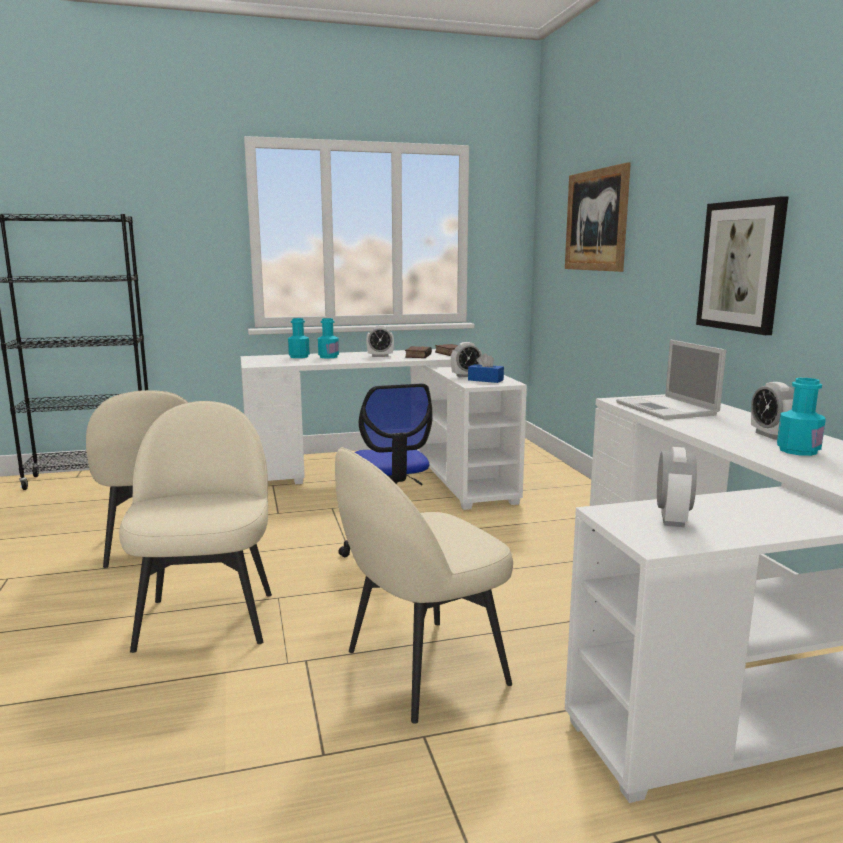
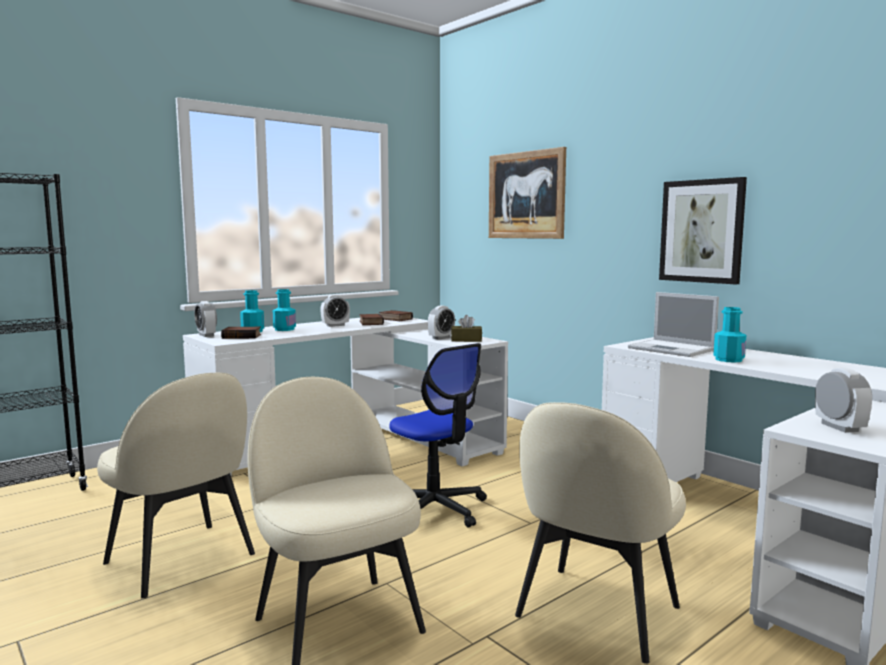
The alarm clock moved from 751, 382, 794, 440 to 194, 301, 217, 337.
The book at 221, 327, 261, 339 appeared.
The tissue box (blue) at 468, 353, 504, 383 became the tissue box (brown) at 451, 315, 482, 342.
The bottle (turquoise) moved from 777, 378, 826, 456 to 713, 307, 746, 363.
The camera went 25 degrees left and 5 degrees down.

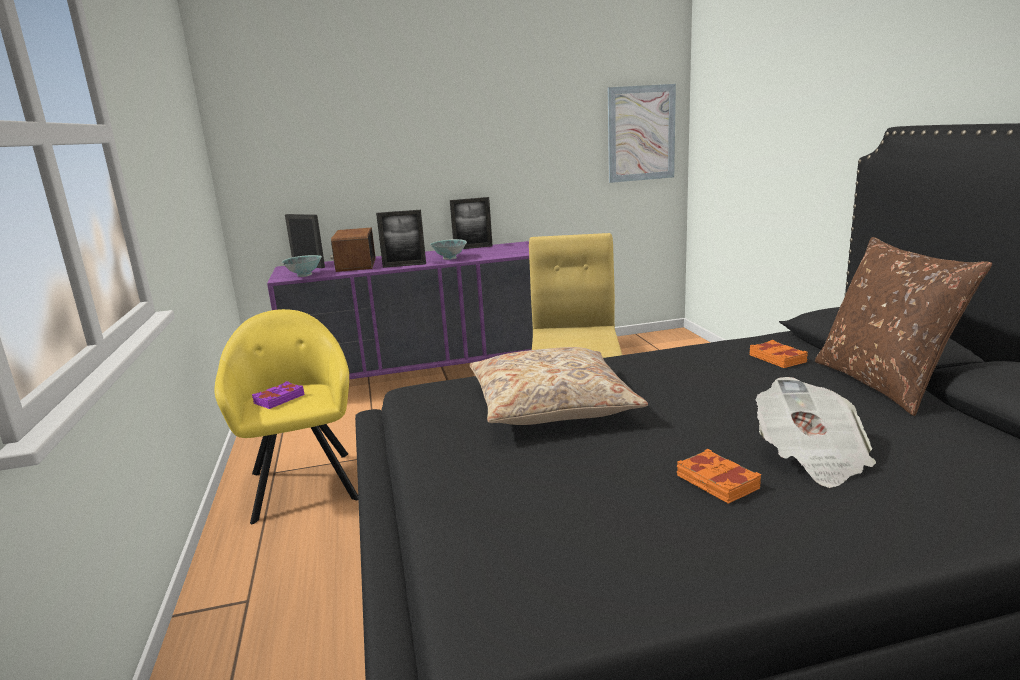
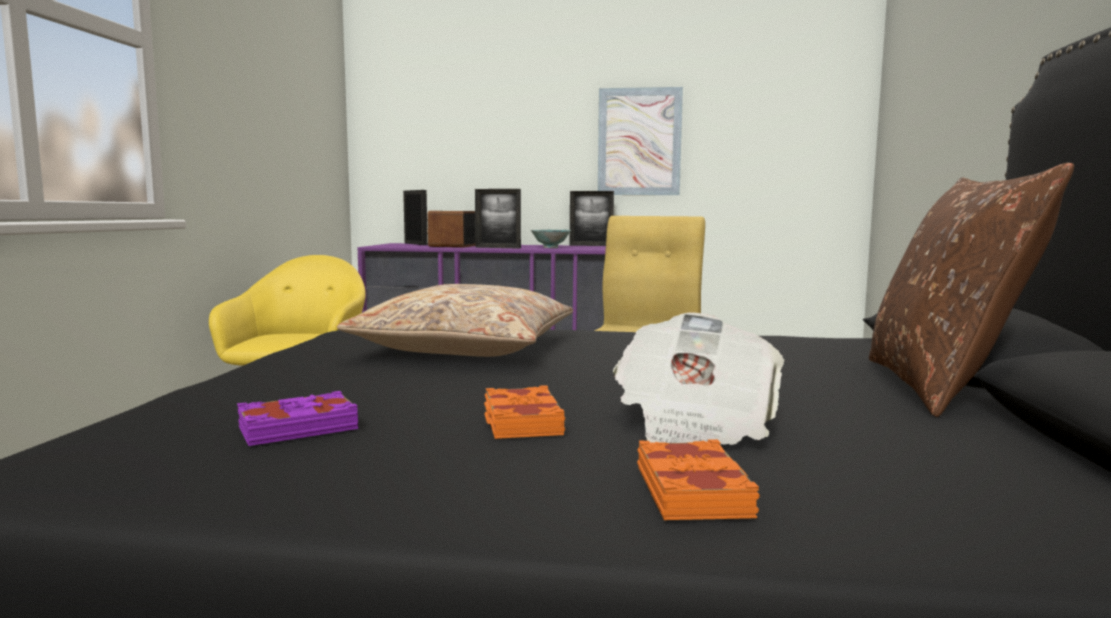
The book (purple) moved from 252, 381, 304, 409 to 237, 391, 358, 446.
The picture moved from 608, 84, 676, 183 to 598, 87, 683, 195.
The book (orange) moved from 750, 340, 808, 368 to 637, 439, 760, 520.
The bowl at 282, 255, 322, 277 disappeared.
The camera went 20 degrees right and 10 degrees down.

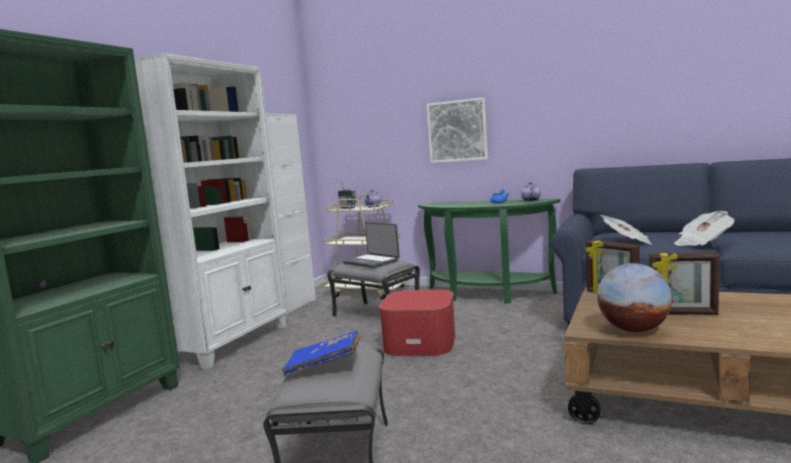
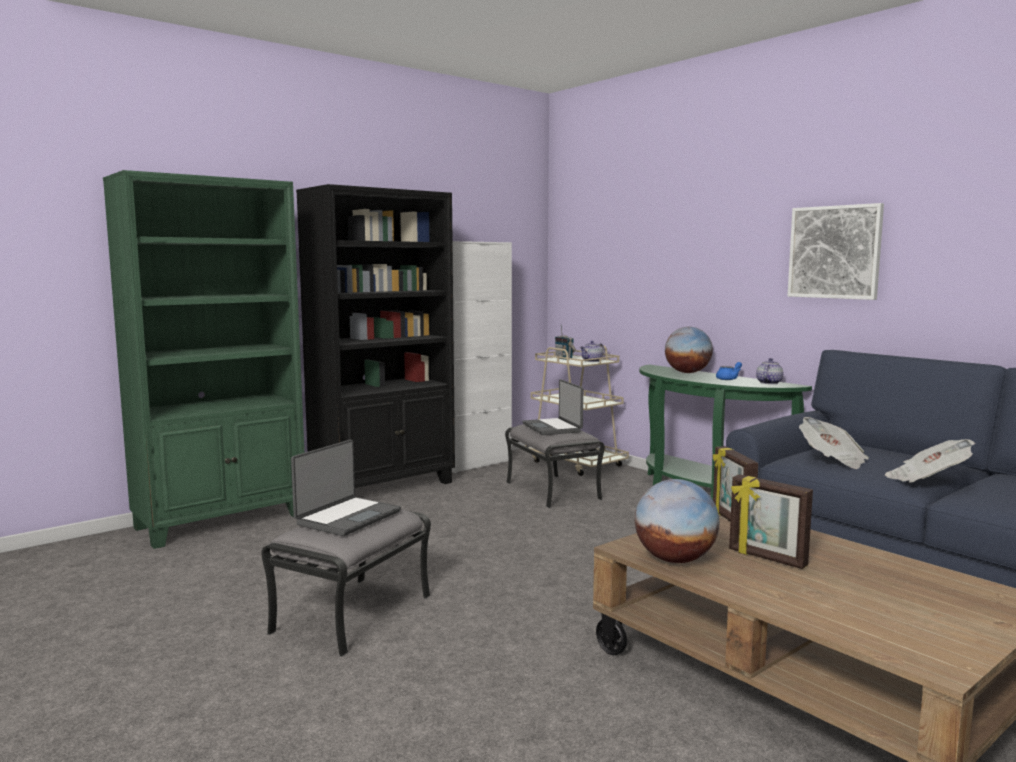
The book (blue) at 282, 330, 360, 377 was replaced by the laptop at 291, 440, 401, 536.
The bookcase (white) at 134, 53, 288, 370 became the bookcase (black) at 296, 184, 455, 488.
The globe at 665, 327, 713, 373 appeared.
The picture moved from 427, 97, 488, 163 to 787, 203, 884, 300.
The ottoman at 379, 290, 456, 356 disappeared.
The camera went 25 degrees right and 0 degrees up.

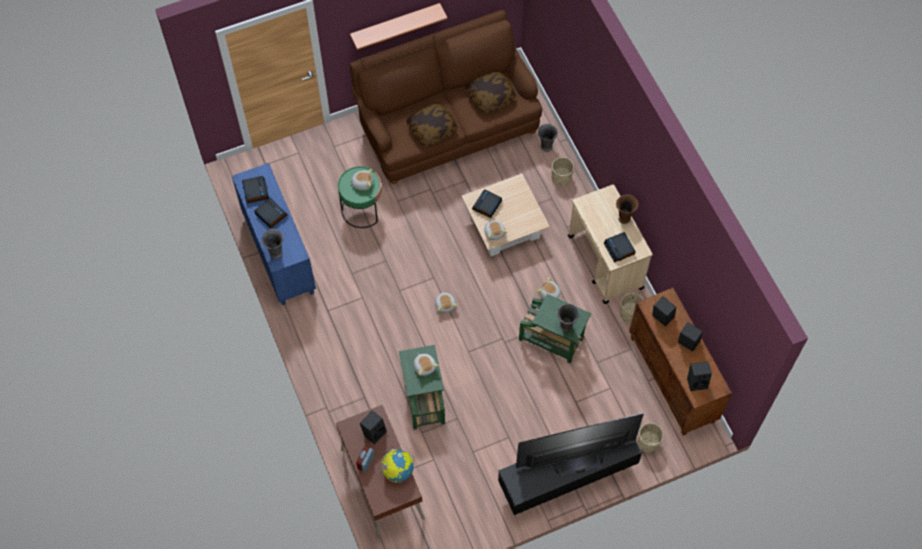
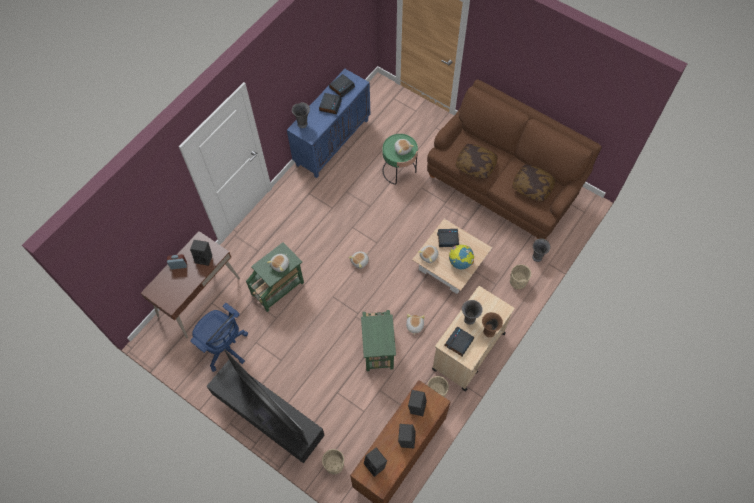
The office chair (blue) at 190, 303, 248, 372 appeared.
The globe moved from 380, 449, 414, 483 to 449, 245, 474, 269.
The vase (grey) moved from 557, 304, 580, 332 to 462, 300, 483, 325.
The shelf at 350, 3, 448, 50 disappeared.
The camera went 60 degrees right and 0 degrees up.

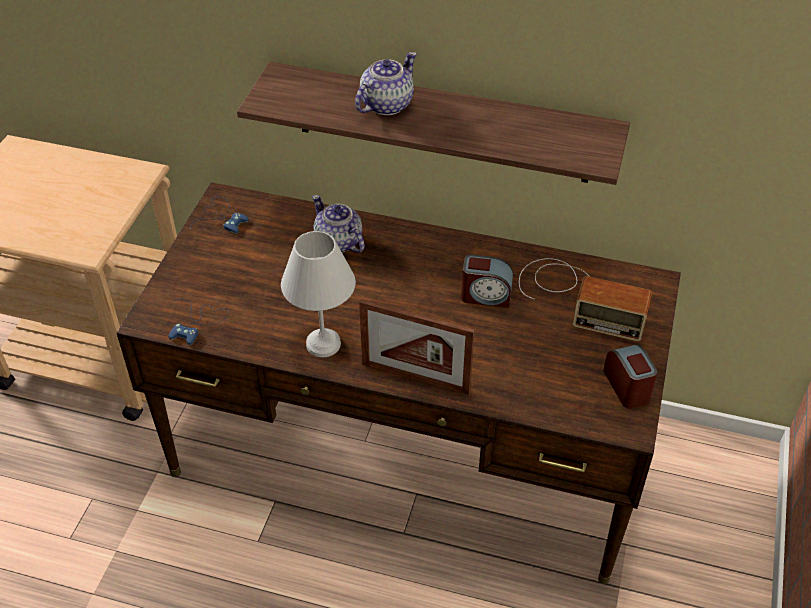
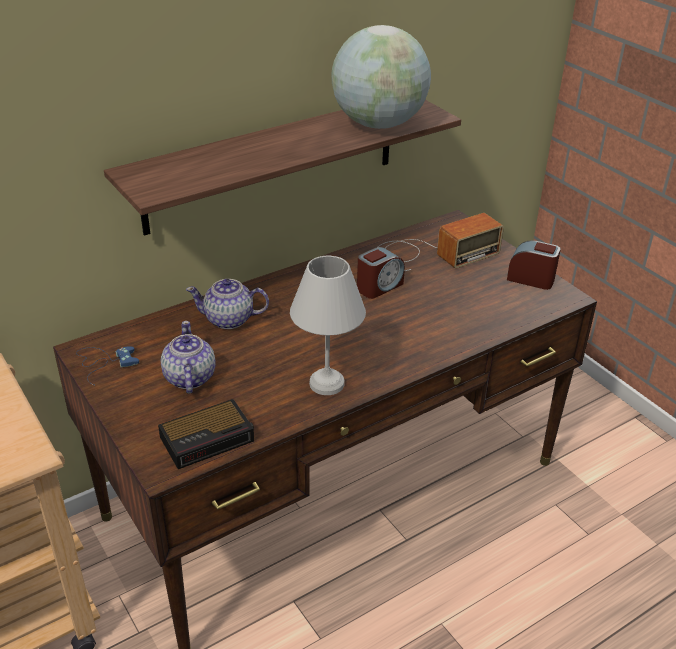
The game controller (blue) at 168, 299, 229, 345 was replaced by the alarm clock at 158, 399, 254, 469.
The teapot moved from 355, 52, 417, 115 to 161, 321, 216, 394.
The globe at 331, 25, 431, 129 appeared.
The picture frame at 359, 299, 475, 395 disappeared.
The camera went 50 degrees left and 10 degrees down.

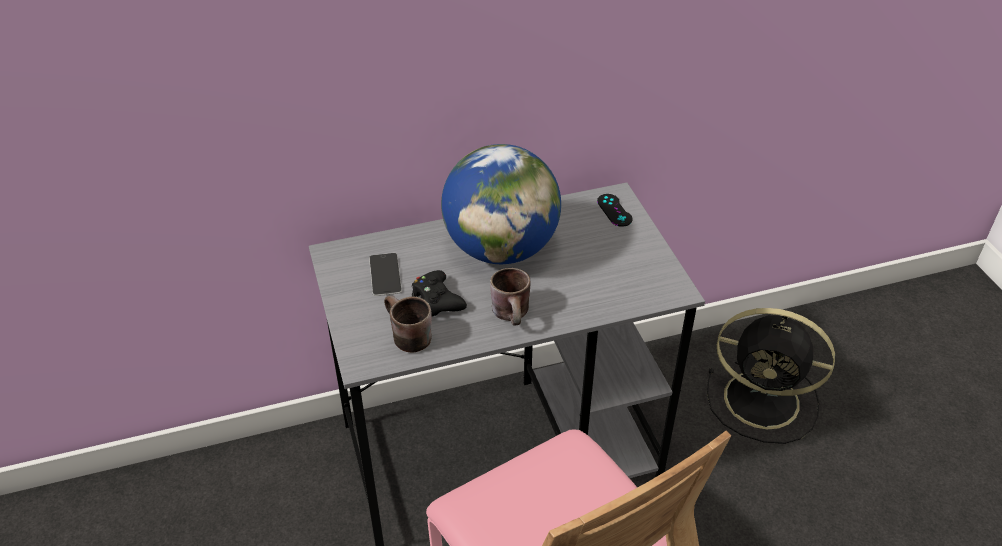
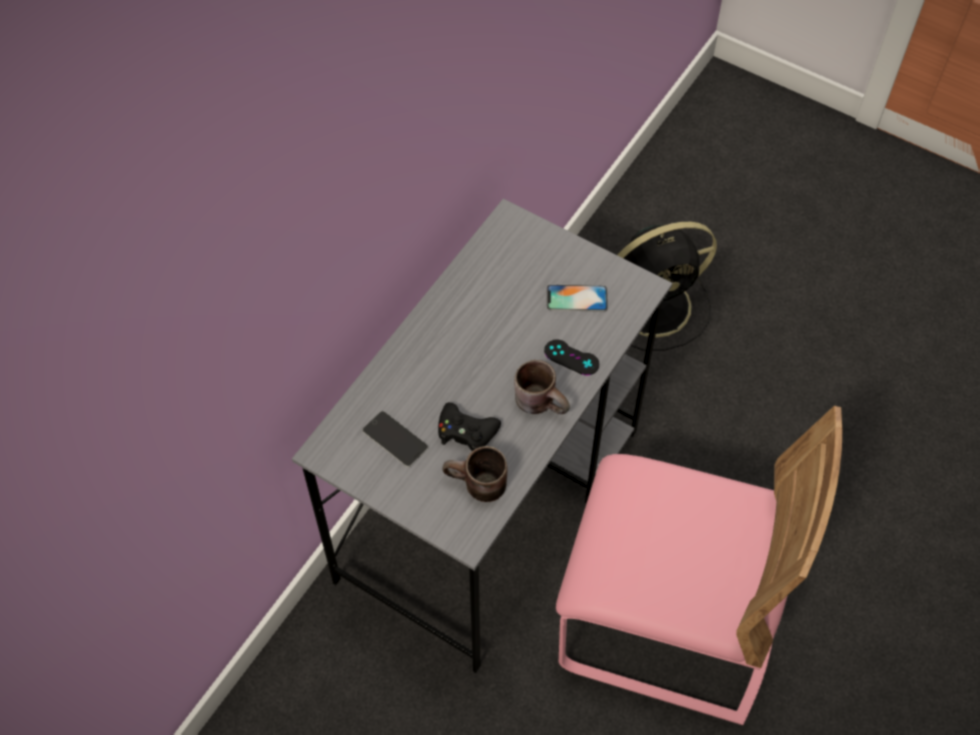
The game controller (black) moved from 597, 194, 633, 227 to 544, 340, 599, 375.
The phone at 547, 284, 608, 312 appeared.
The globe at 441, 144, 561, 264 disappeared.
The camera went 40 degrees left and 15 degrees up.

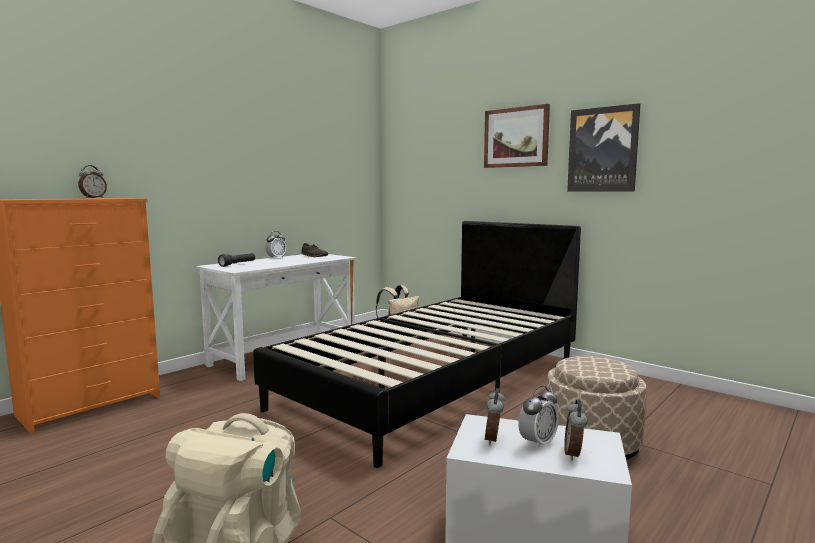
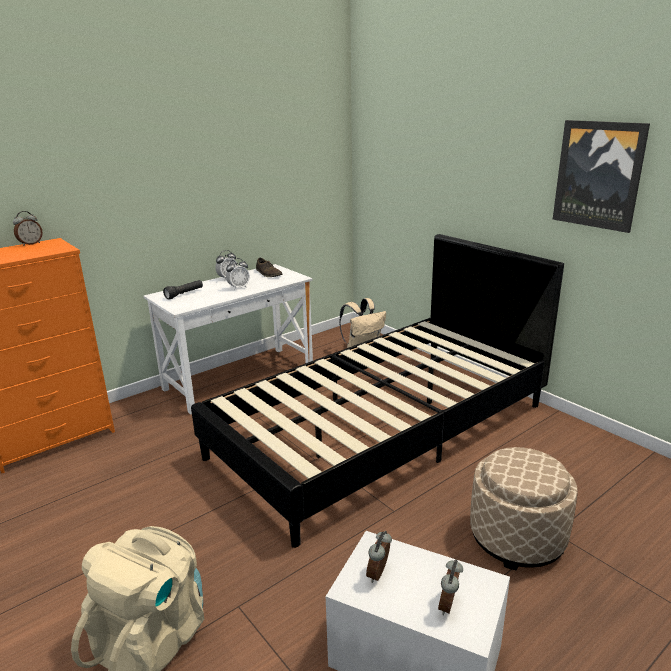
The alarm clock moved from 518, 385, 559, 450 to 226, 258, 250, 290.
The picture at 484, 104, 550, 168 disappeared.
The camera went 10 degrees right and 15 degrees up.

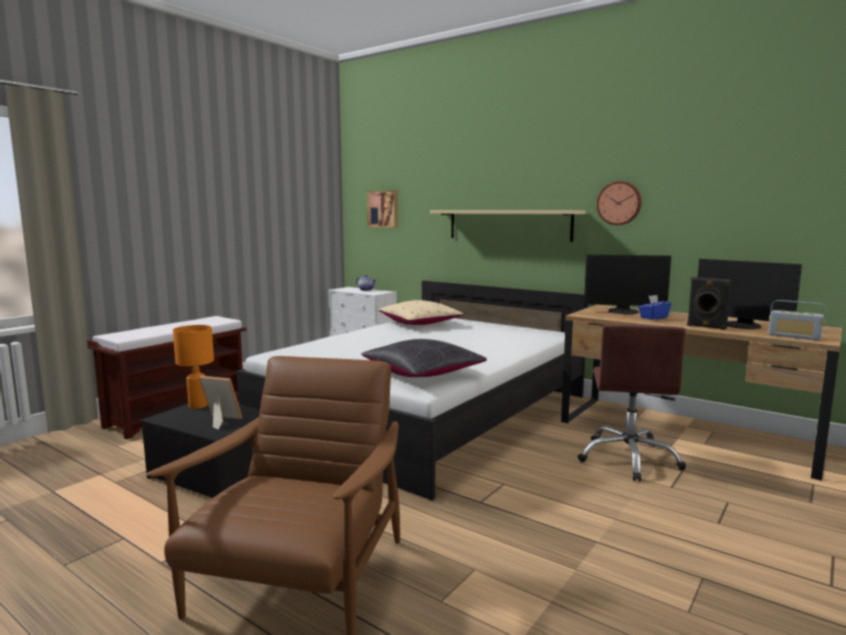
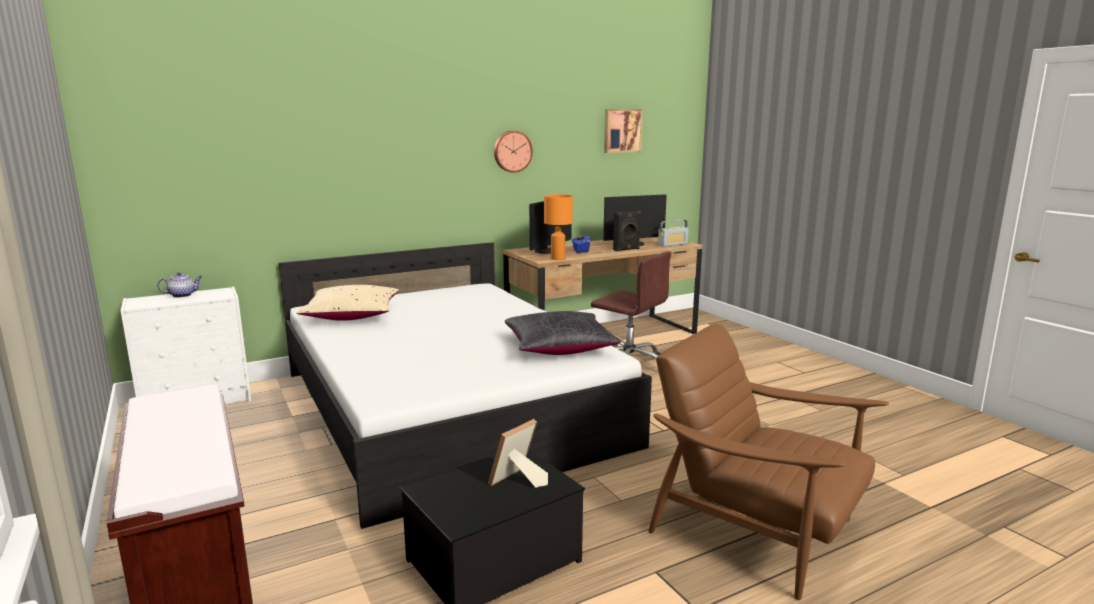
The table lamp (orange) moved from 173, 325, 214, 409 to 544, 194, 573, 260.
The picture moved from 367, 190, 398, 228 to 604, 109, 643, 153.
The shelf (beige) at 430, 210, 586, 242 disappeared.
The camera went 65 degrees left and 5 degrees up.

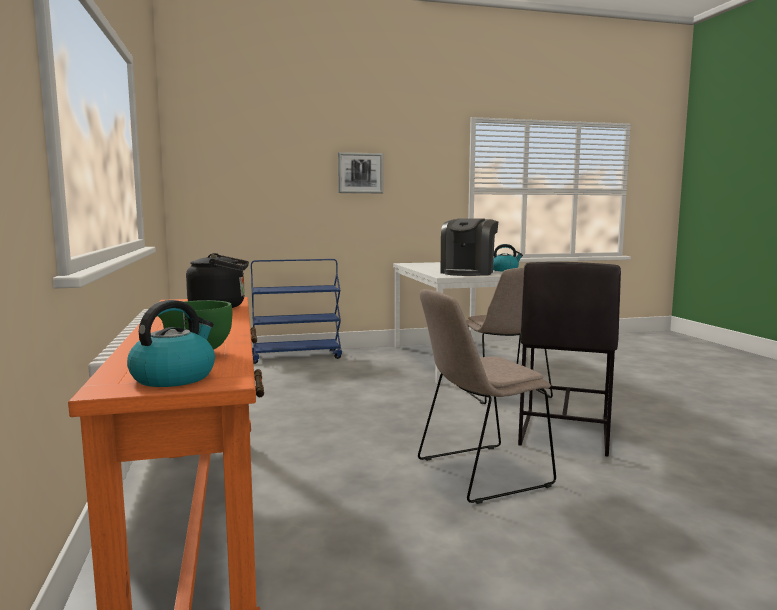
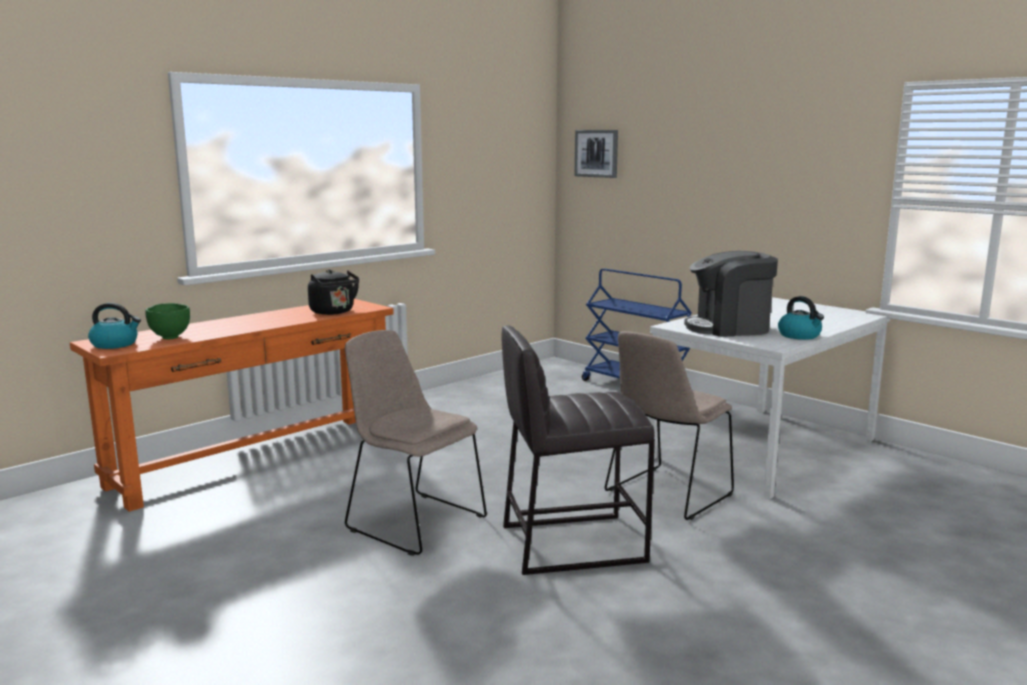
The picture moved from 338, 152, 383, 193 to 574, 130, 618, 178.
The camera went 60 degrees right and 5 degrees up.

